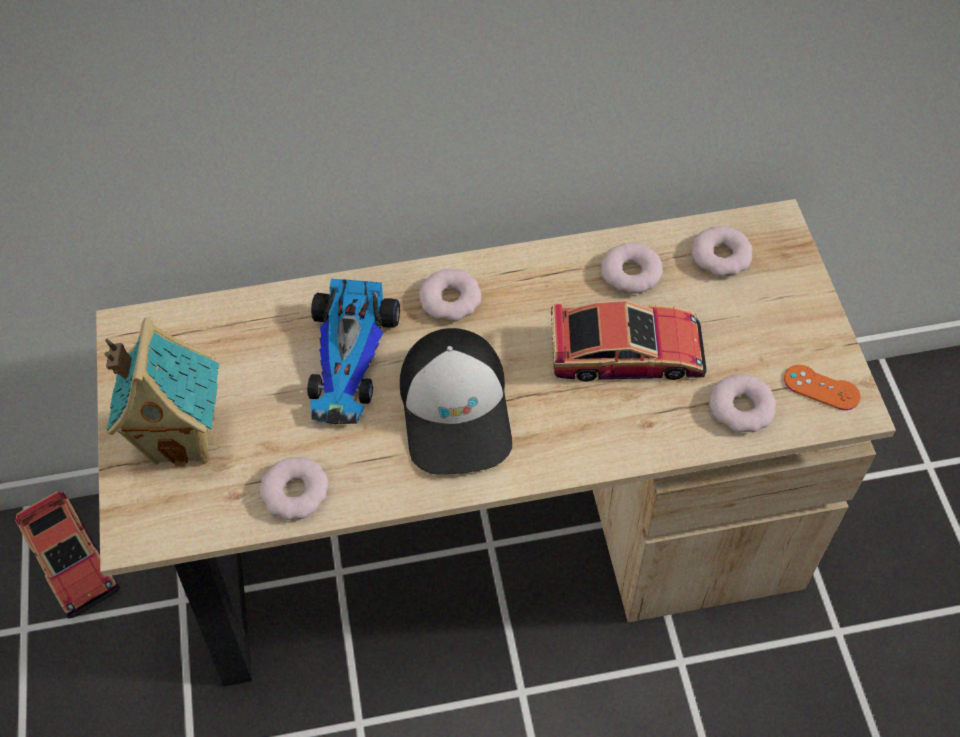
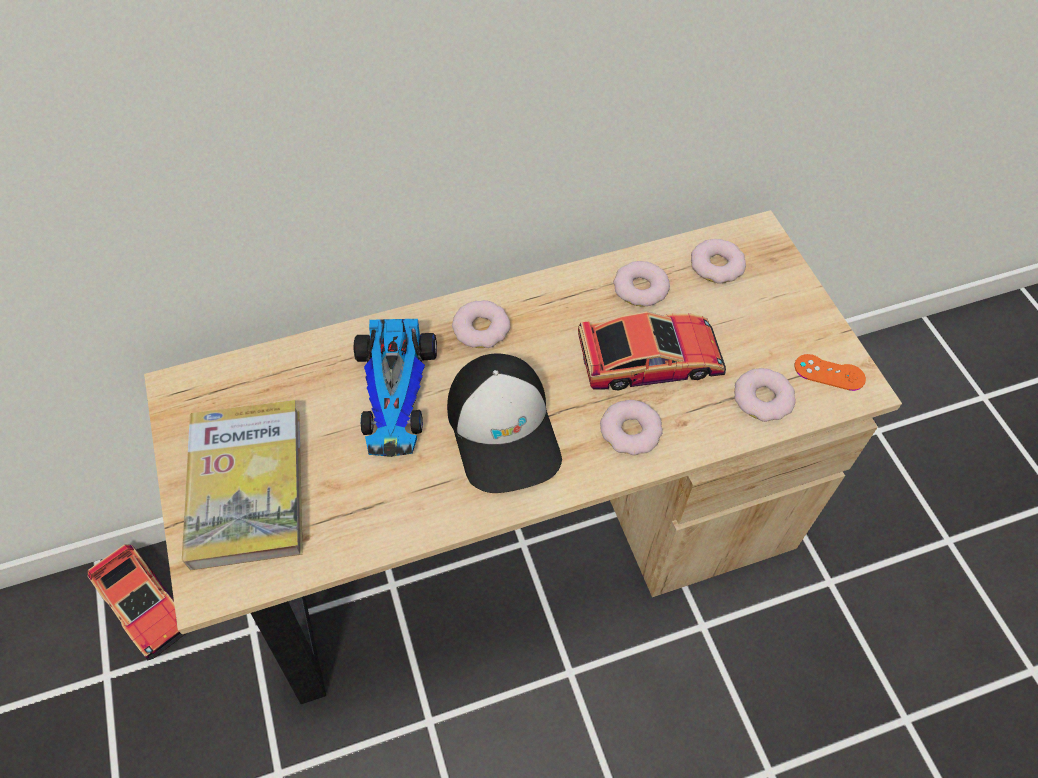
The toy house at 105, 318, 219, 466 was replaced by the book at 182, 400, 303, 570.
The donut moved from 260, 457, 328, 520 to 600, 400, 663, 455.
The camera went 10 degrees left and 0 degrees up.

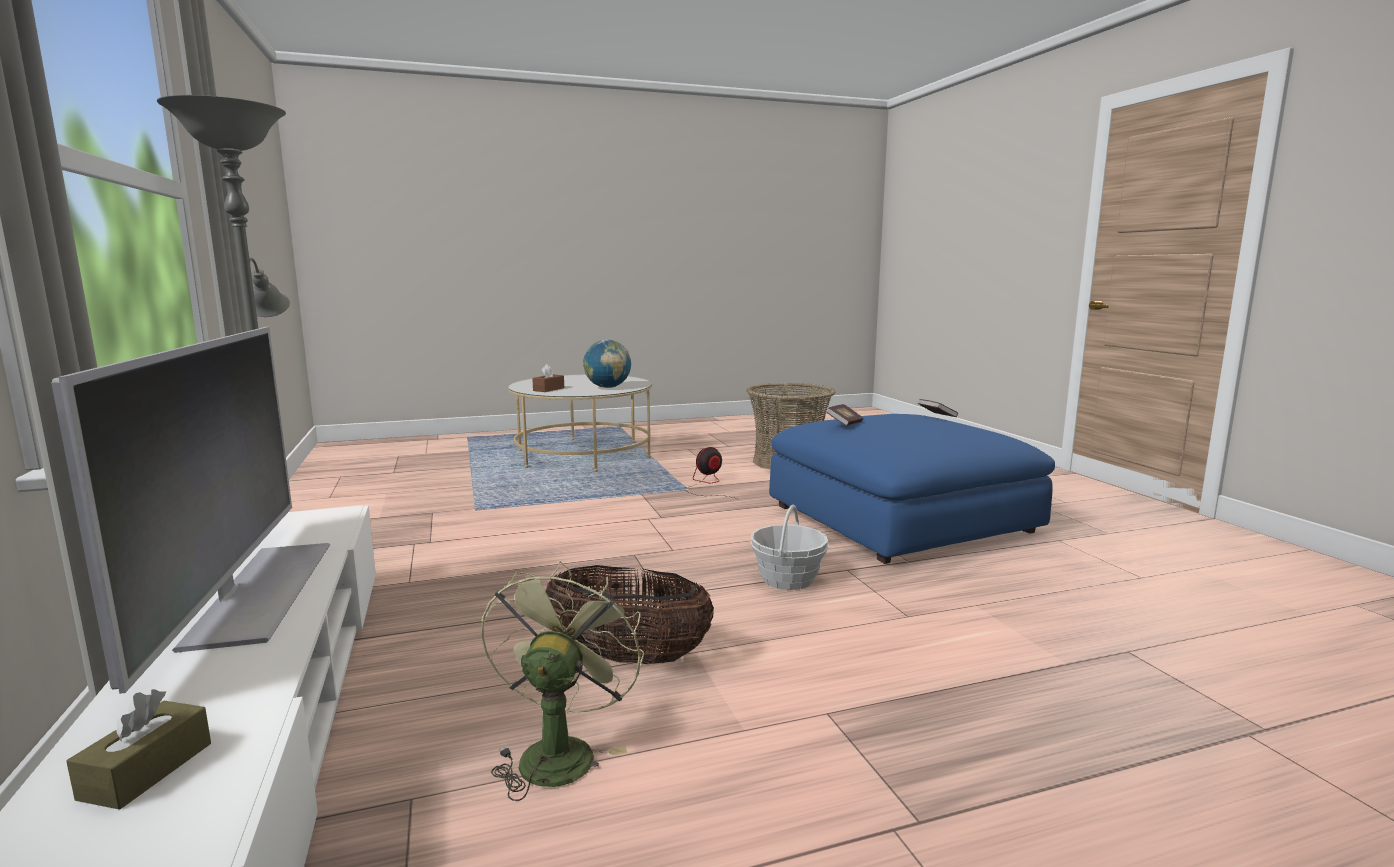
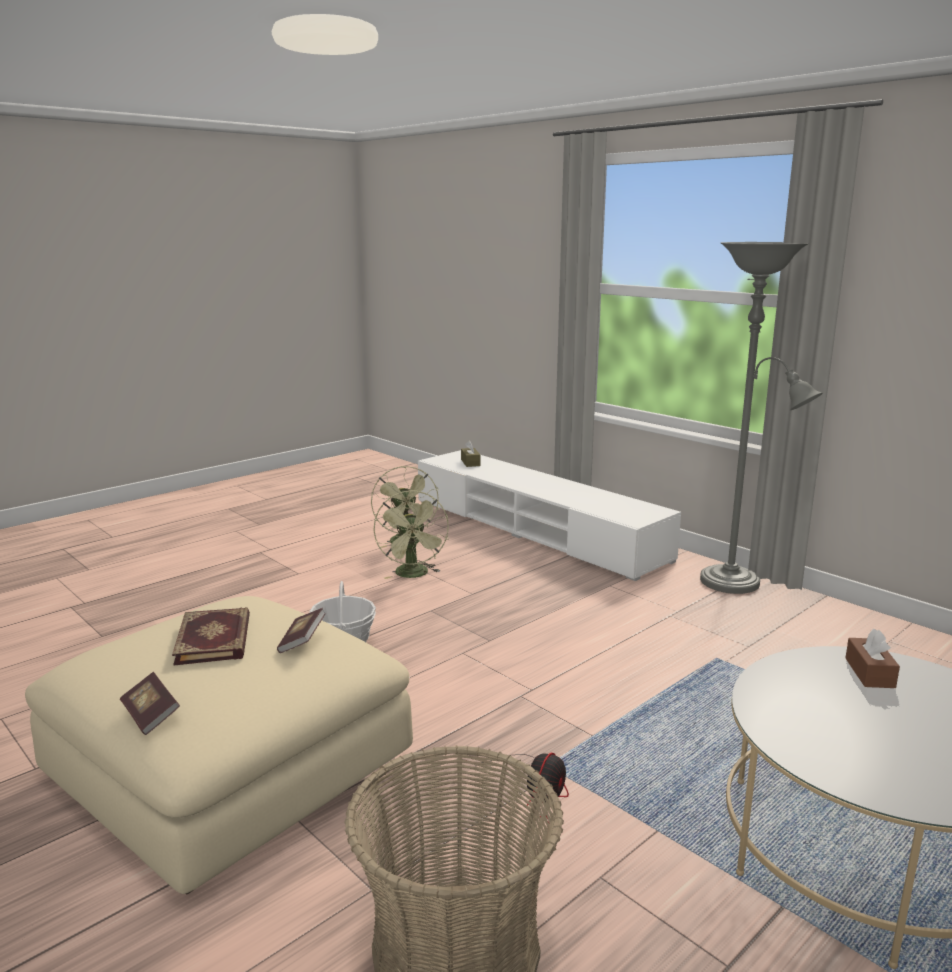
The ottoman (blue) at 769, 414, 1055, 564 became the ottoman (beige) at 25, 596, 413, 895.
The book at 172, 607, 250, 666 appeared.
The basket at 546, 565, 714, 664 was replaced by the fan (green) at 373, 491, 449, 579.
The television at 51, 327, 330, 694 disappeared.
The globe at 583, 340, 631, 388 disappeared.
The camera went 155 degrees right and 5 degrees up.

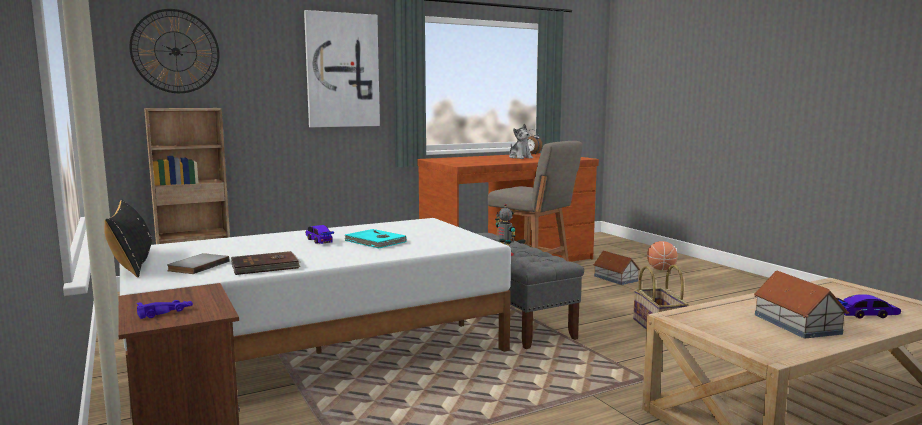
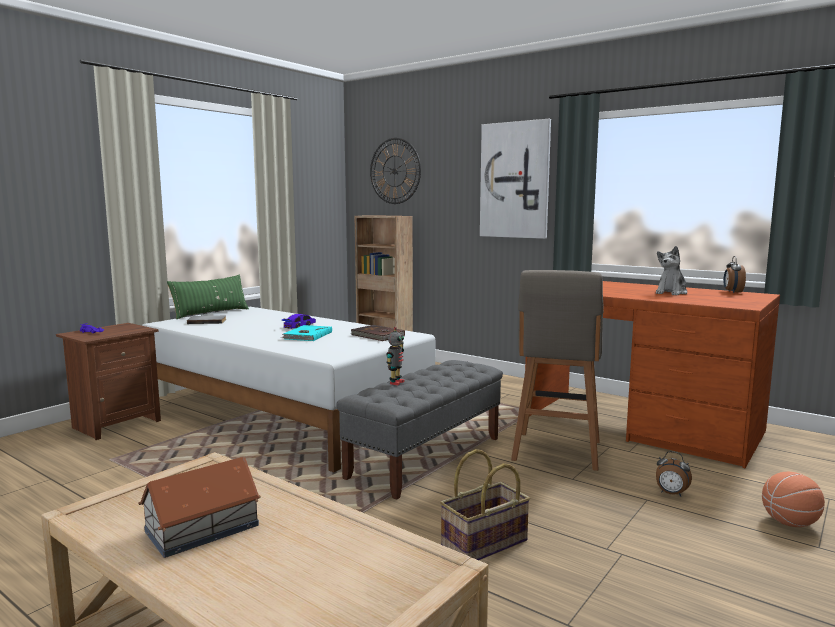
The pillow (black) at 104, 200, 152, 278 became the pillow (green) at 167, 275, 249, 319.
The book (brown) moved from 231, 251, 300, 275 to 351, 325, 405, 341.
The toy house at 593, 251, 641, 285 was replaced by the alarm clock at 656, 451, 692, 497.
The toy car at 837, 294, 901, 319 disappeared.
The camera went 65 degrees right and 0 degrees up.

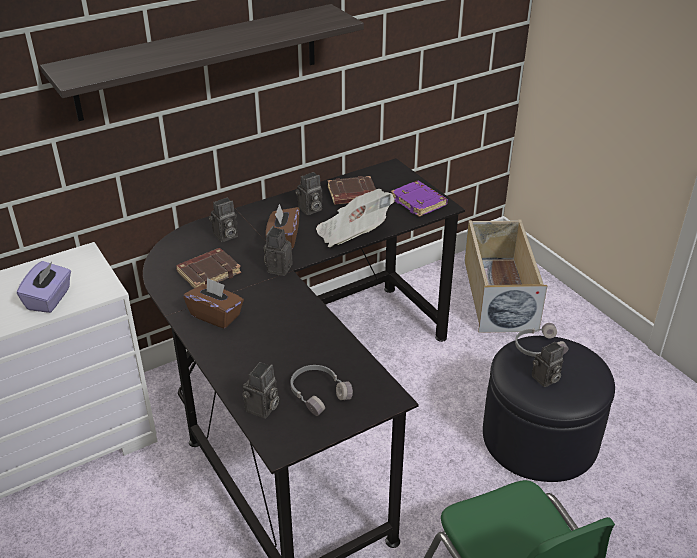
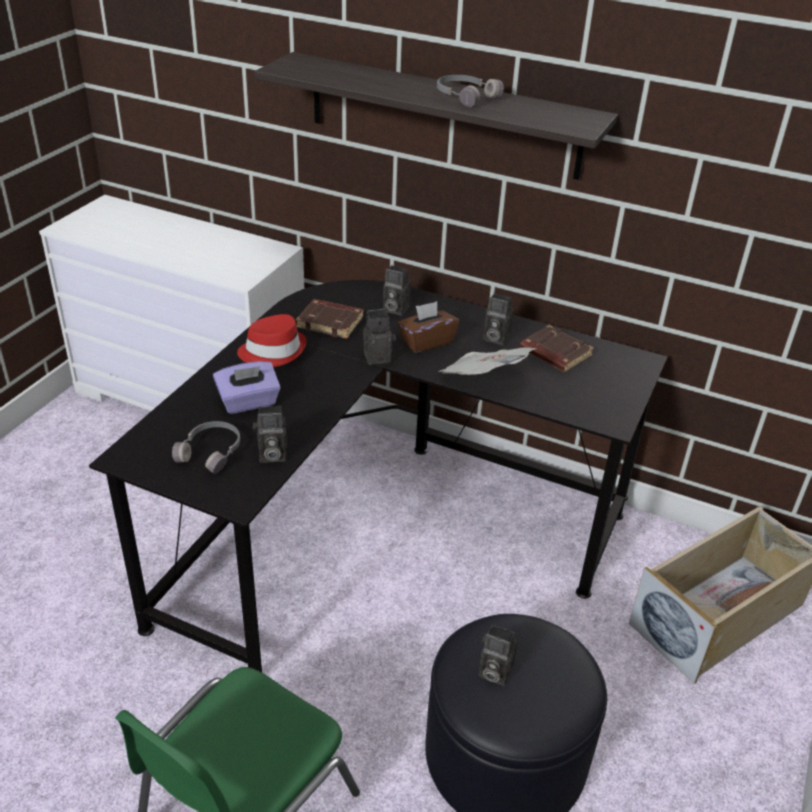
The tissue box (purple) moved from 17, 261, 71, 313 to 213, 361, 281, 414.
The tissue box (brown) at 183, 277, 244, 329 was replaced by the hat (red) at 237, 314, 307, 367.
The photo camera moved from 242, 362, 279, 419 to 253, 406, 287, 463.
The headphones (grey) moved from 515, 323, 569, 357 to 437, 75, 504, 107.
The book (purple) at 391, 181, 448, 217 disappeared.
The camera went 55 degrees right and 0 degrees up.

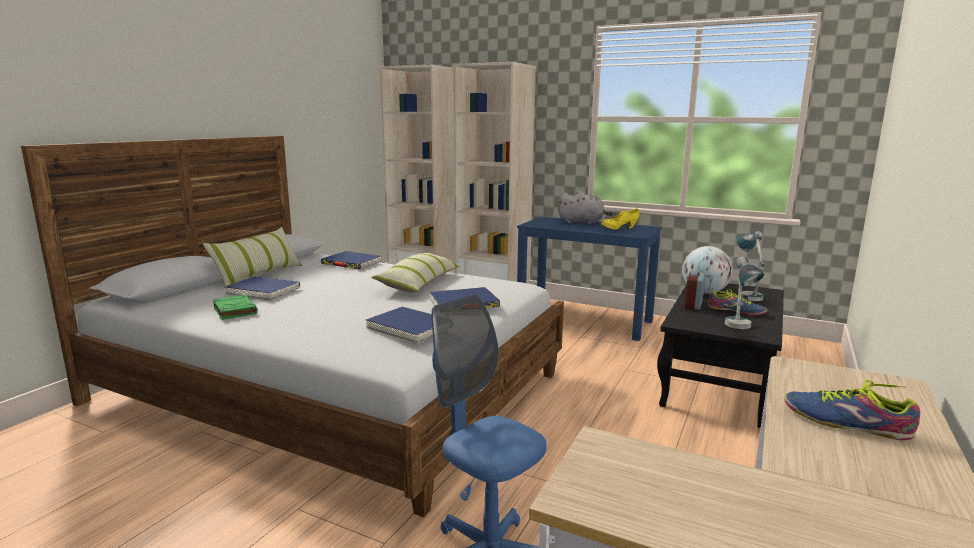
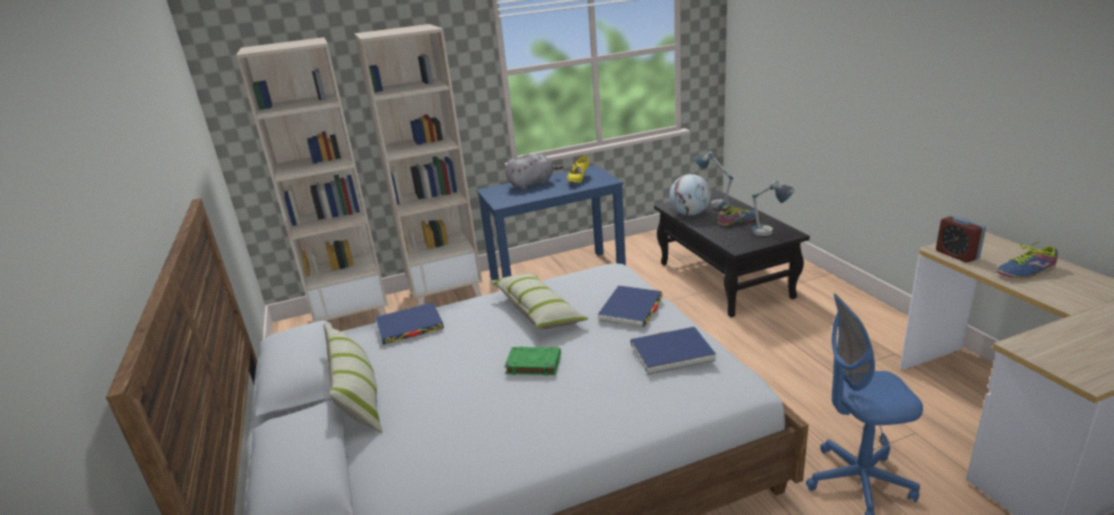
The book (green) moved from 213, 295, 258, 320 to 504, 346, 561, 376.
The alarm clock moved from 685, 271, 705, 310 to 936, 215, 986, 263.
The book (blue) at 225, 276, 300, 301 disappeared.
The camera went 45 degrees left and 10 degrees up.

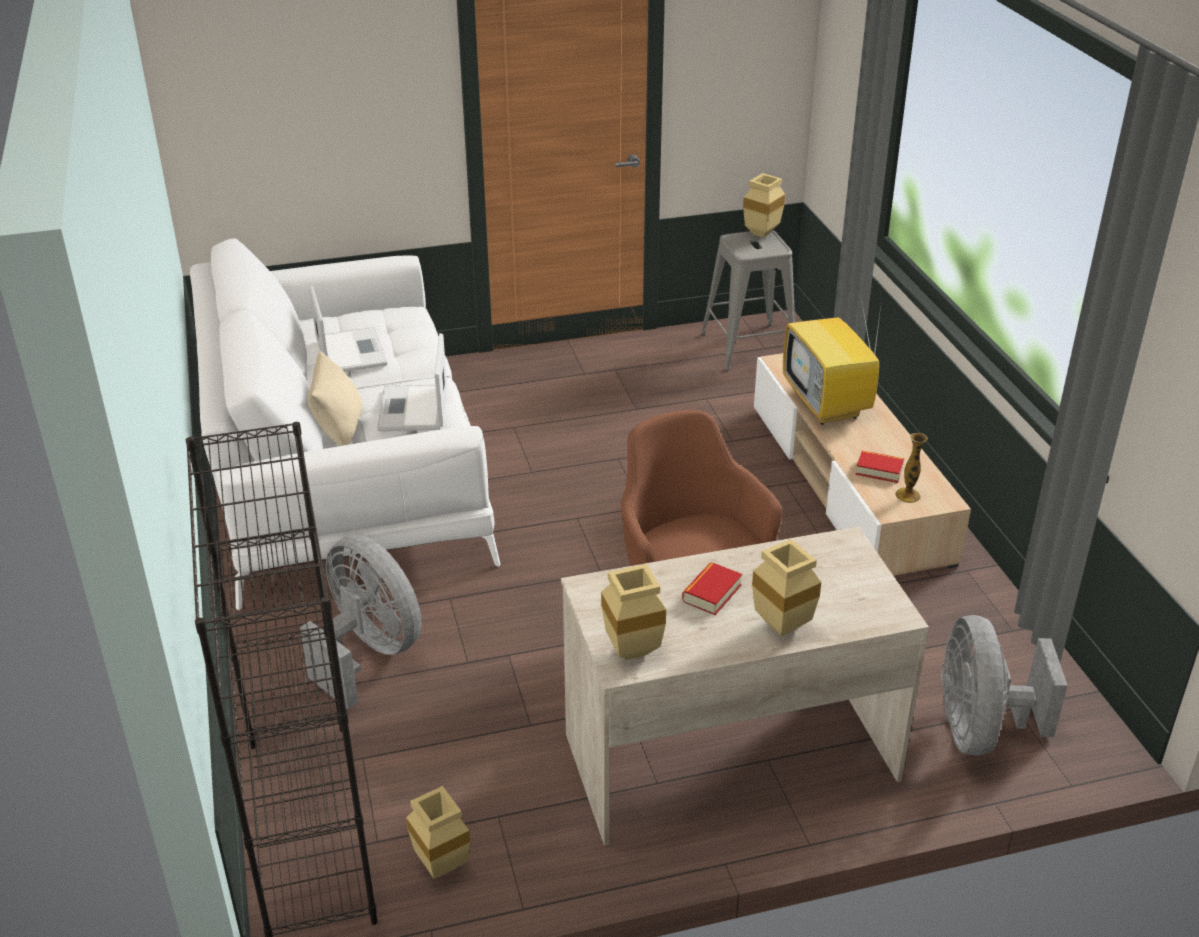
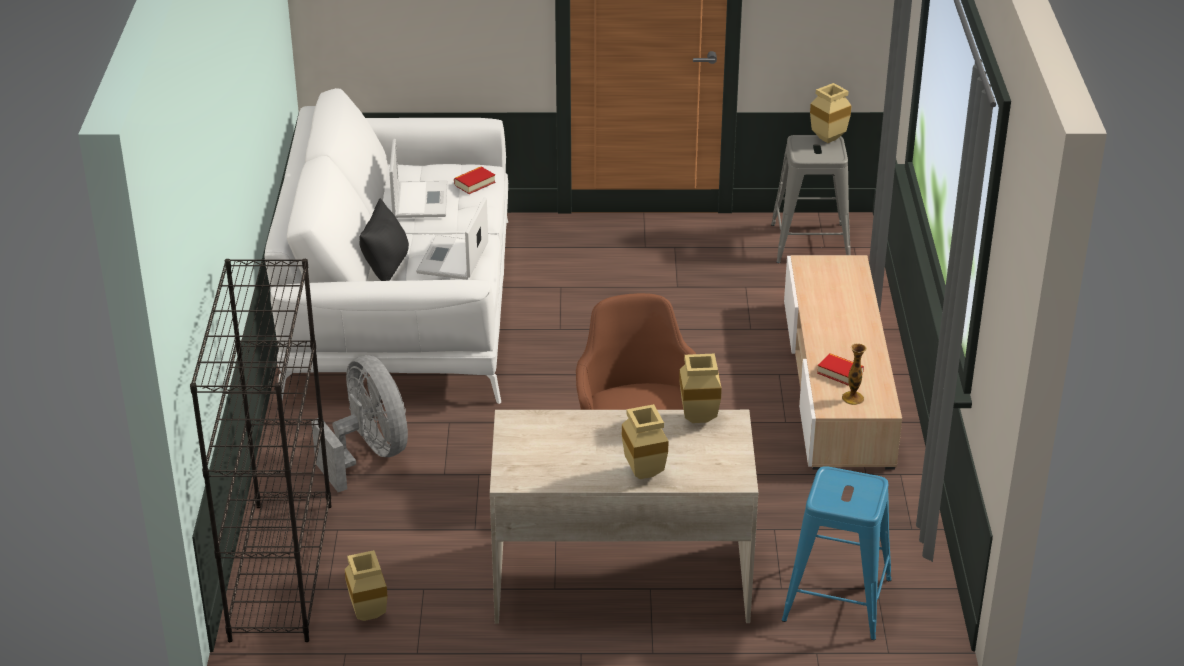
The pillow (beige) at 308, 351, 363, 446 became the pillow (black) at 359, 198, 409, 281.
The book moved from 682, 562, 742, 615 to 454, 166, 495, 194.
The vase (beige) moved from 601, 564, 666, 660 to 679, 353, 722, 423.
The fan (grey) at 941, 615, 1068, 756 was replaced by the stool (blue) at 782, 466, 892, 640.
The television at 783, 292, 881, 425 disappeared.
The camera went 15 degrees right and 0 degrees up.

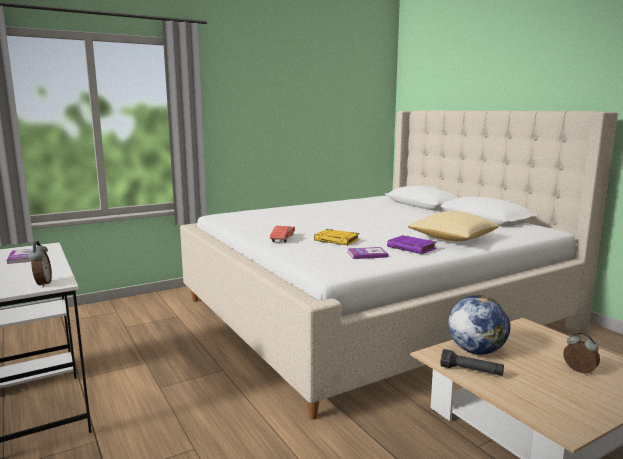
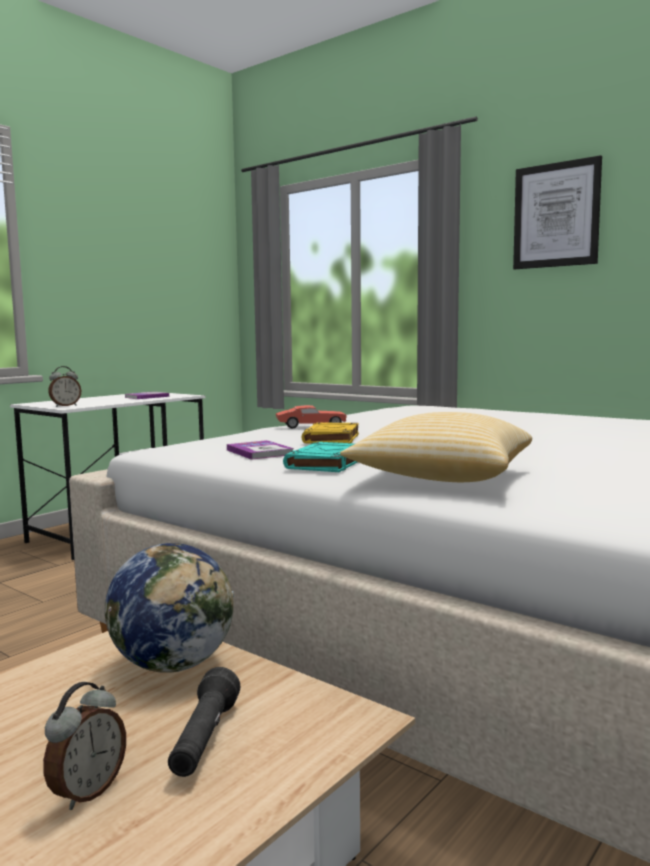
The flashlight (black) moved from 440, 349, 504, 376 to 168, 667, 240, 777.
The book (purple) at 387, 235, 437, 254 became the book (turquoise) at 283, 442, 358, 472.
The picture at 513, 155, 602, 269 appeared.
The camera went 70 degrees right and 5 degrees down.

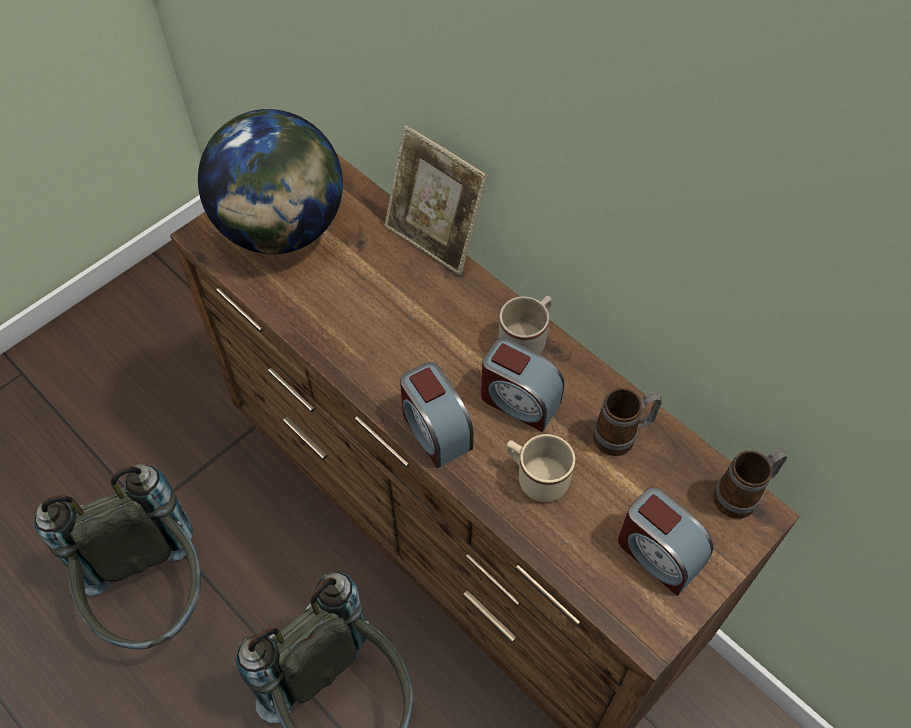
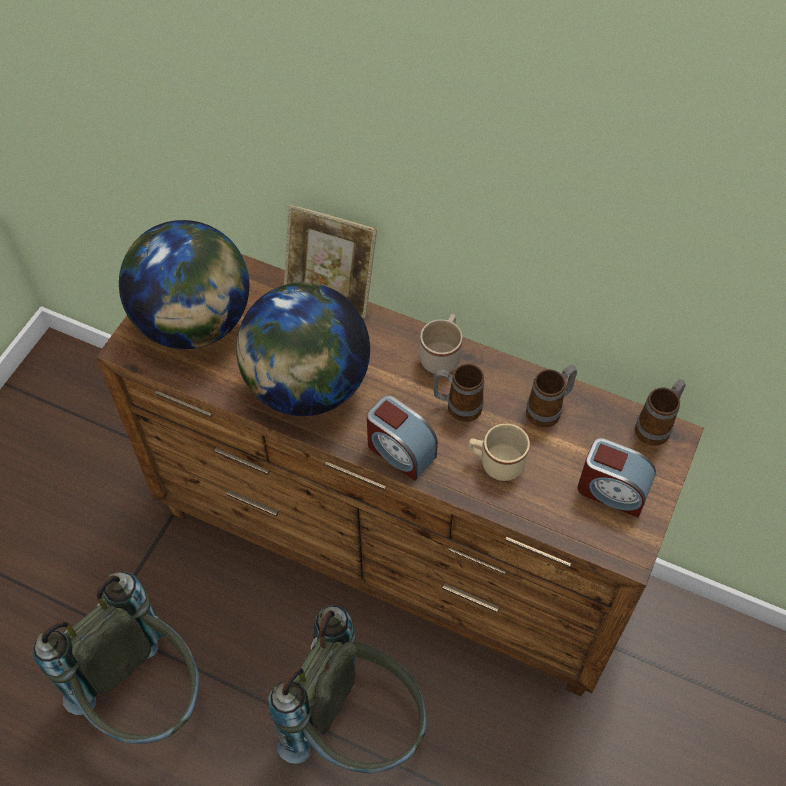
The globe at 236, 282, 370, 416 appeared.
The alarm clock at 481, 338, 564, 432 was replaced by the mug at 434, 364, 484, 422.
The camera went 20 degrees left and 0 degrees up.

